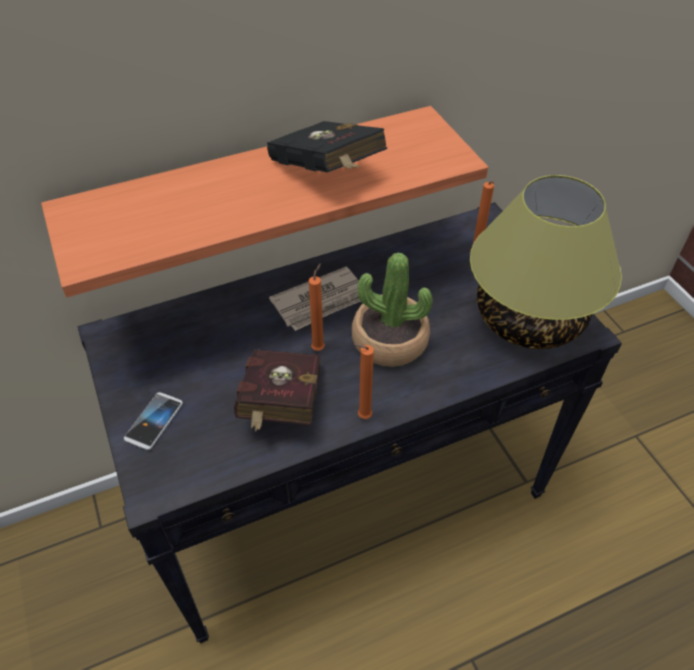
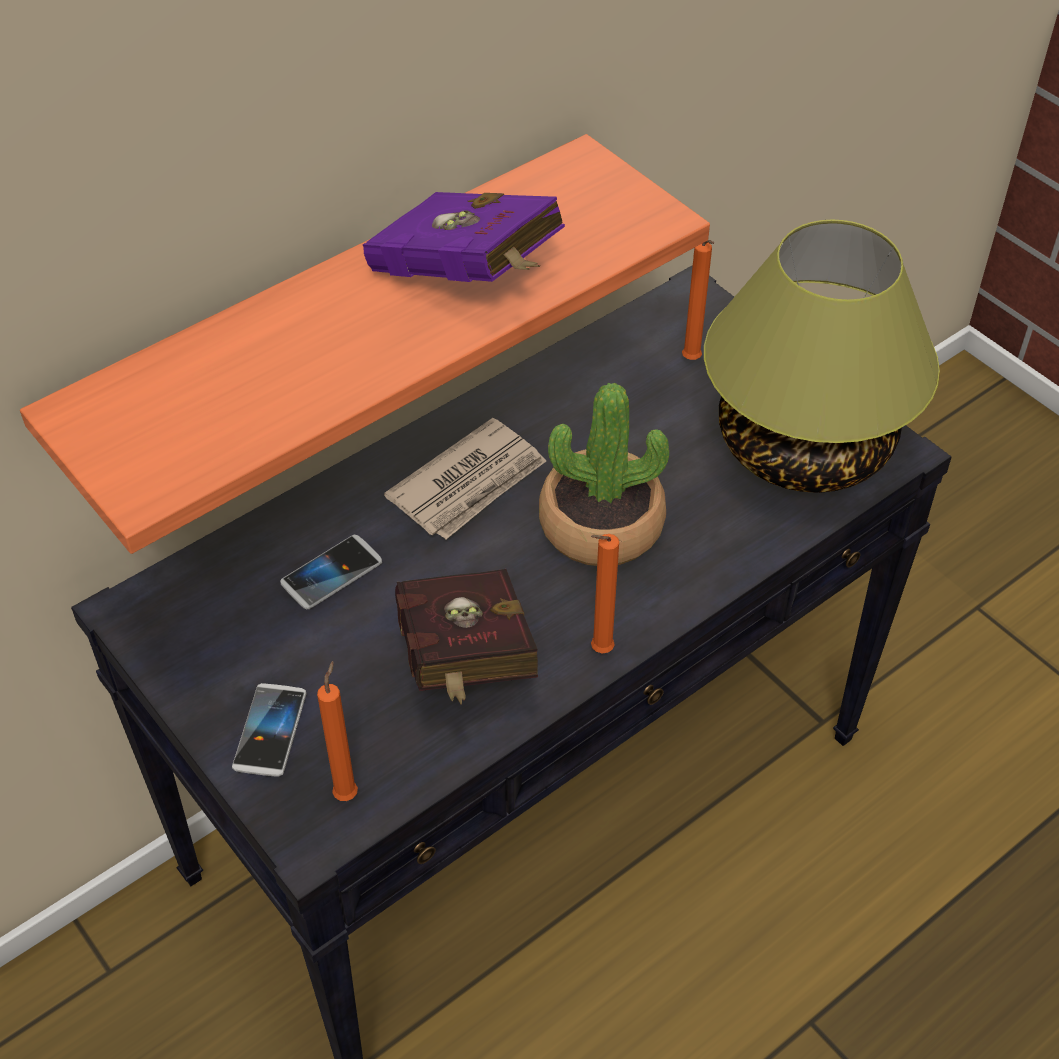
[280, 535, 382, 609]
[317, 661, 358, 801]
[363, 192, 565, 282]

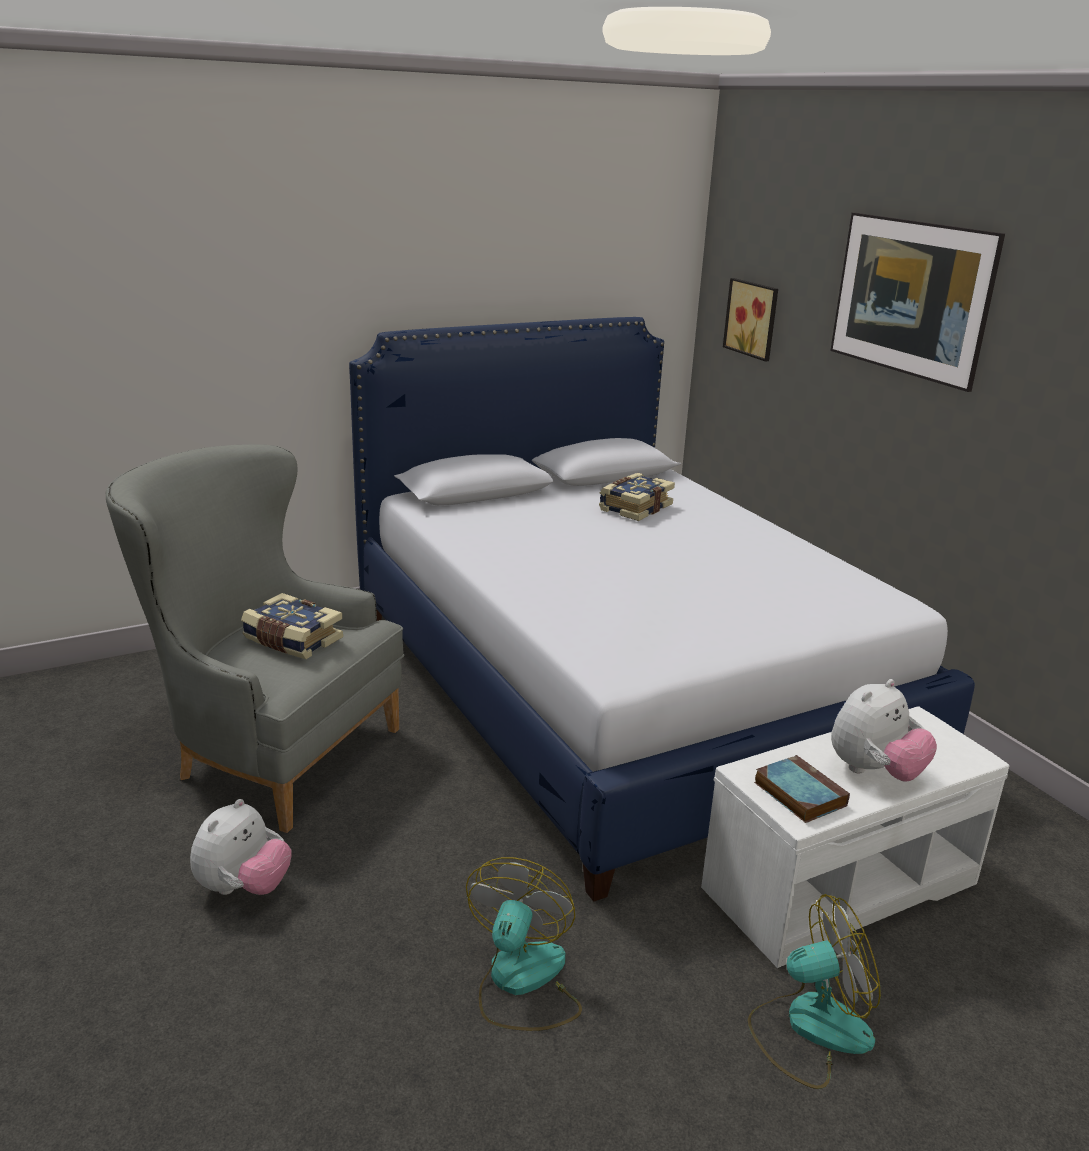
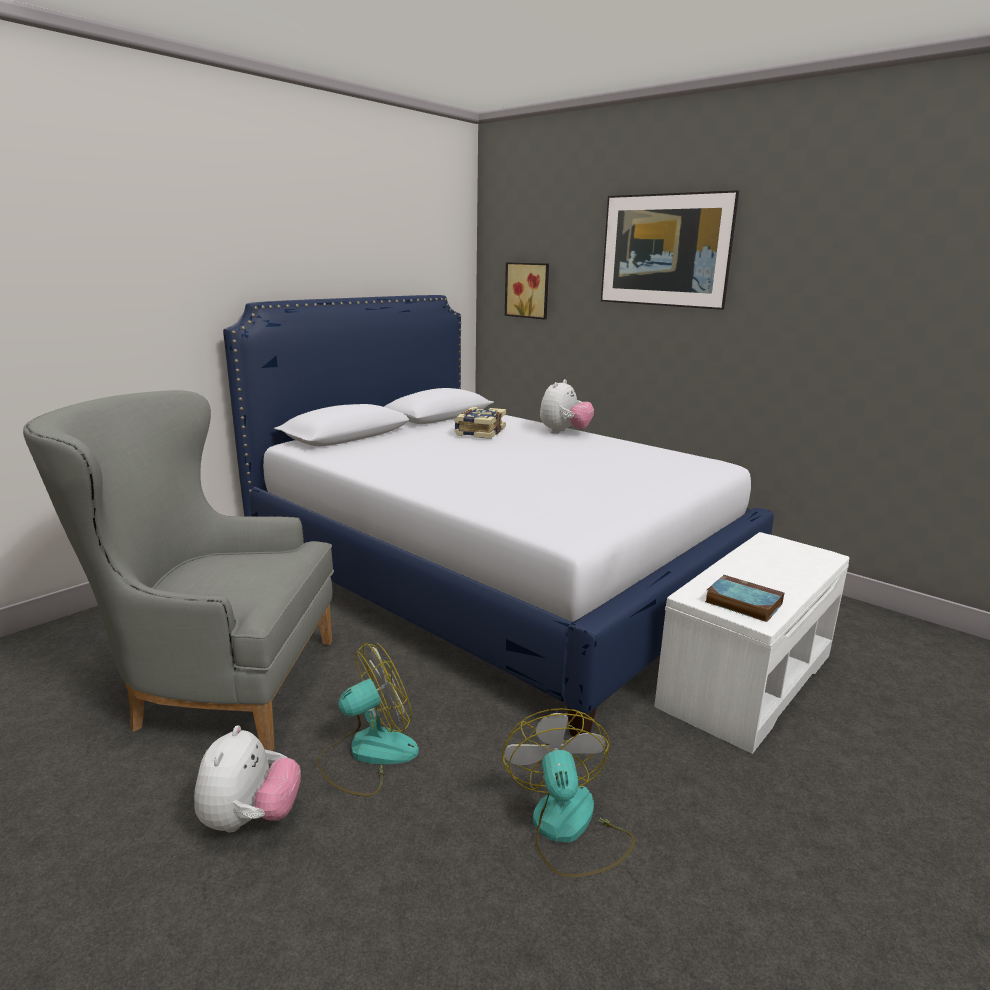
[317, 643, 419, 796]
[540, 379, 594, 434]
[241, 593, 343, 659] (first image)

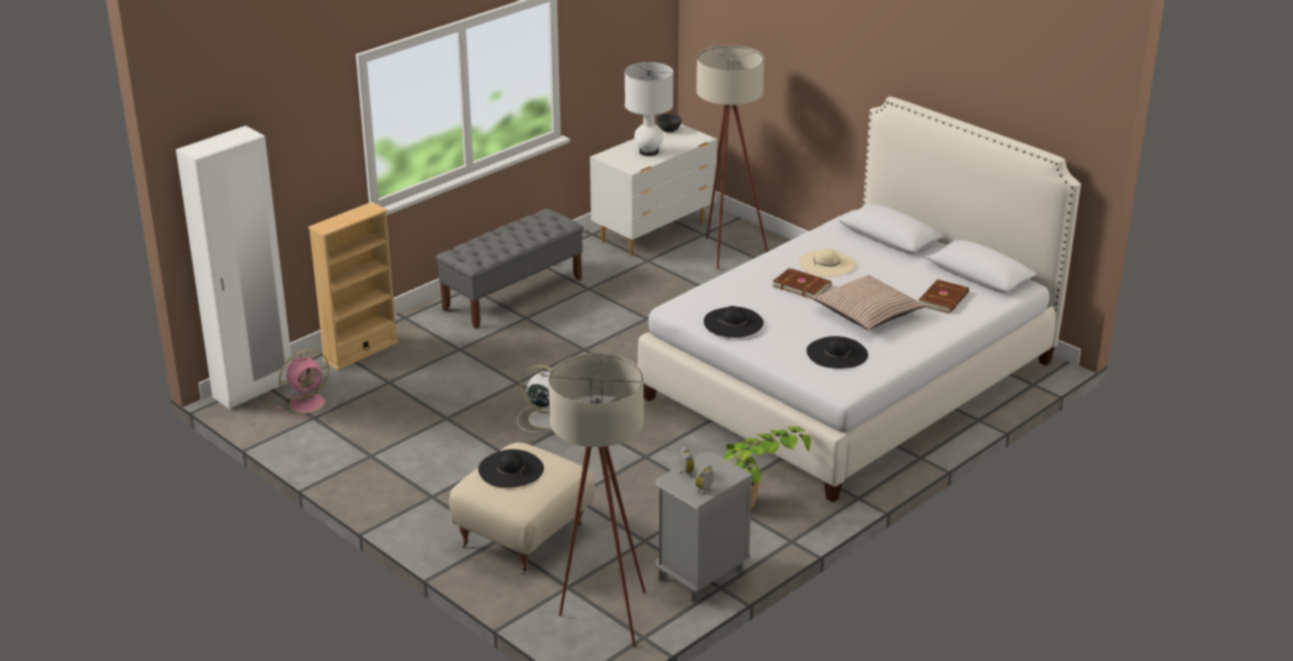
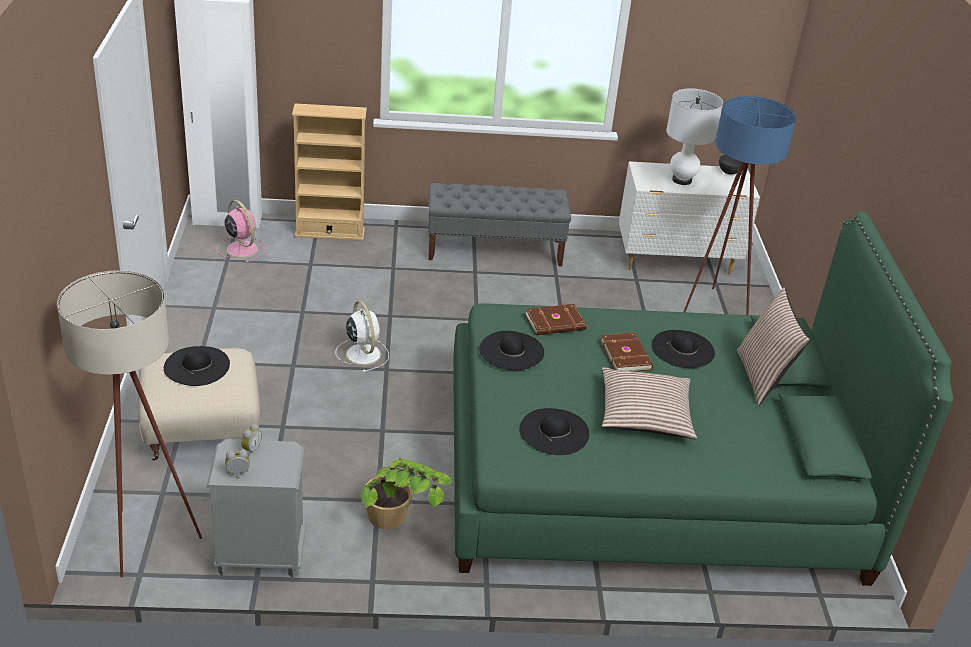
[216, 200, 266, 263]
[453, 212, 953, 586]
[525, 304, 587, 335]
[652, 330, 715, 368]
[684, 96, 797, 315]
[737, 287, 810, 406]

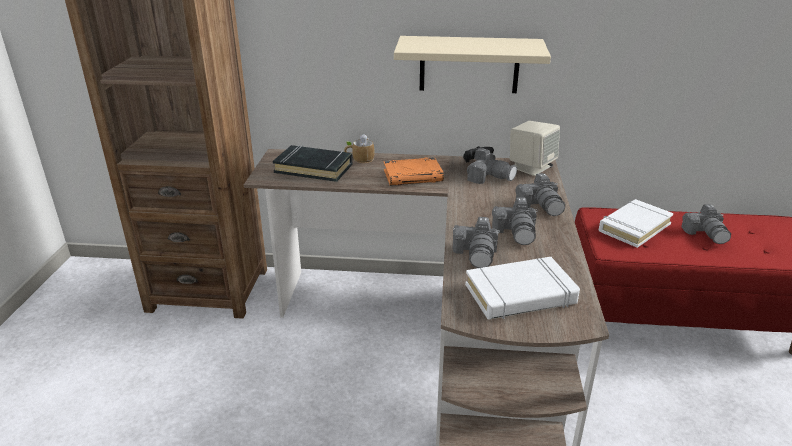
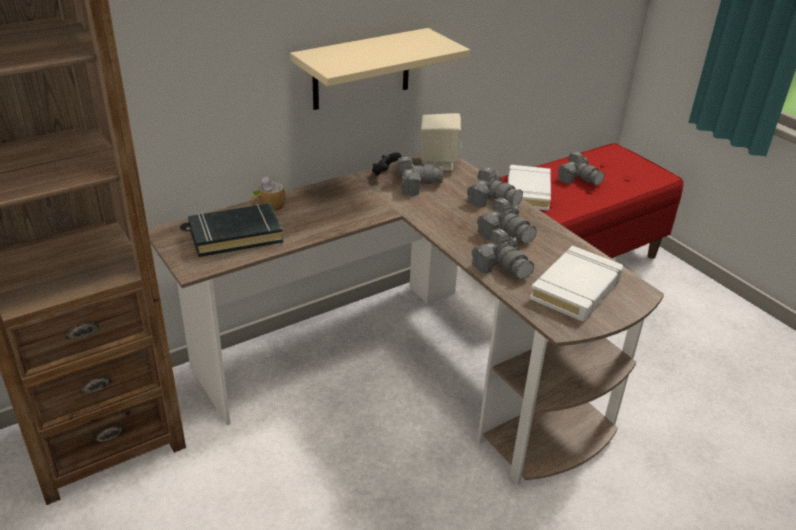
[384, 157, 444, 186] (first image)

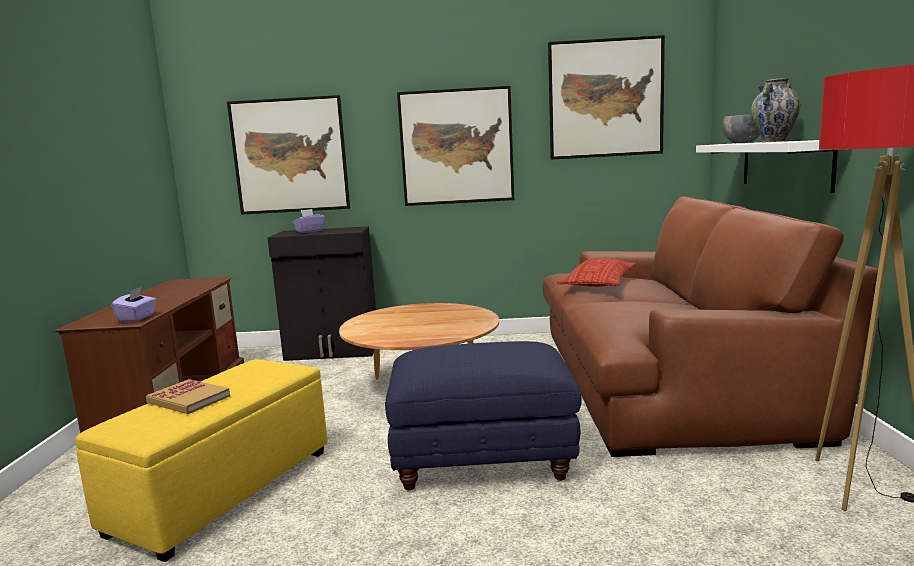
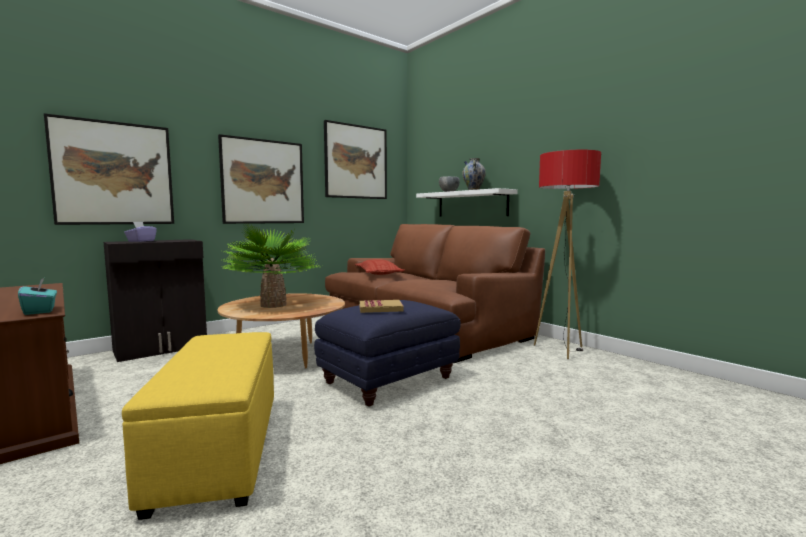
[18, 277, 57, 315]
[222, 223, 320, 308]
[359, 300, 403, 313]

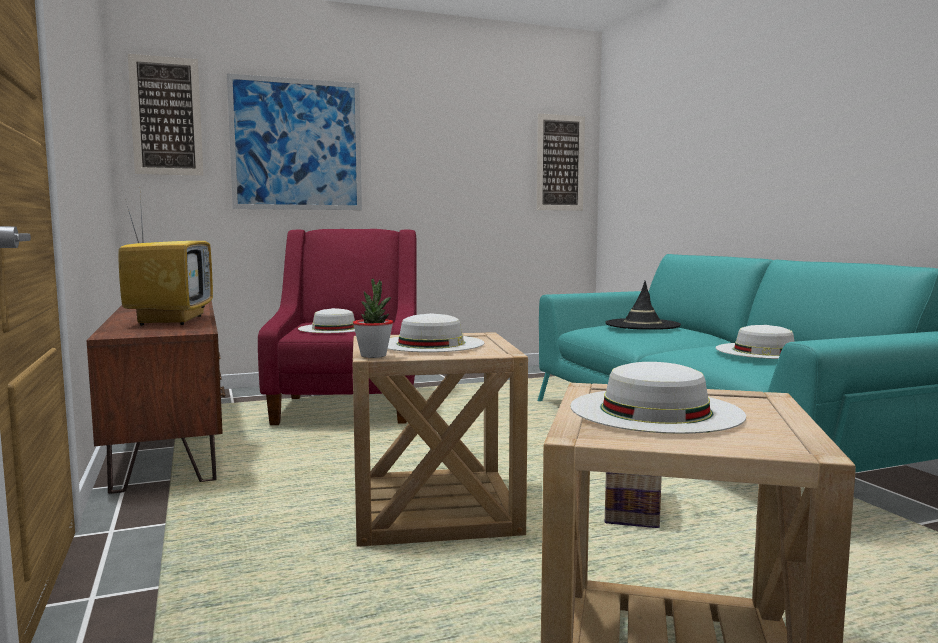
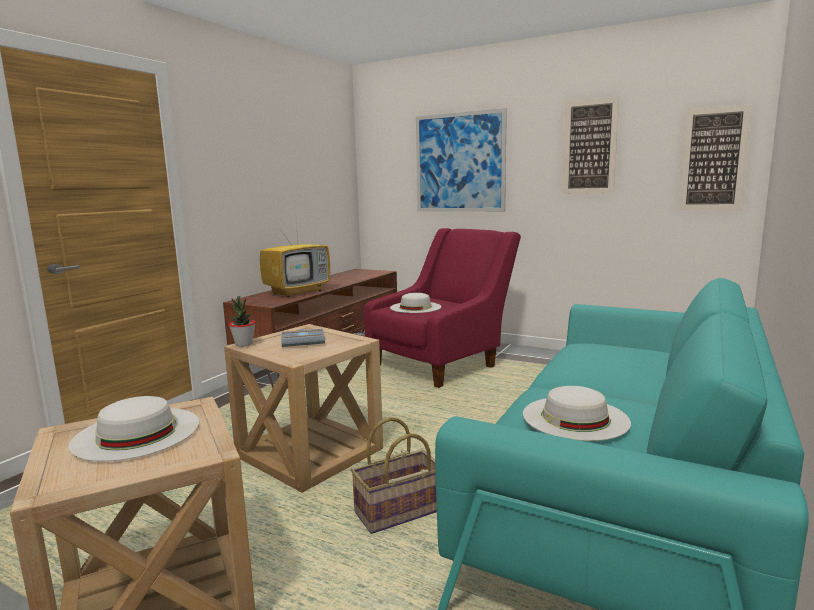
[281, 329, 325, 347]
[562, 97, 619, 194]
[605, 281, 681, 330] (first image)

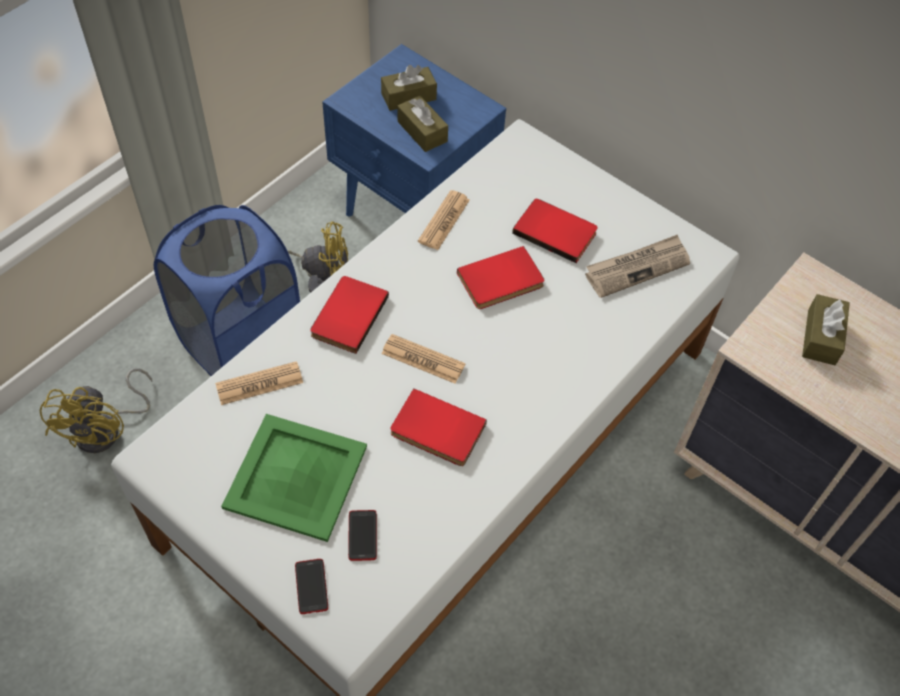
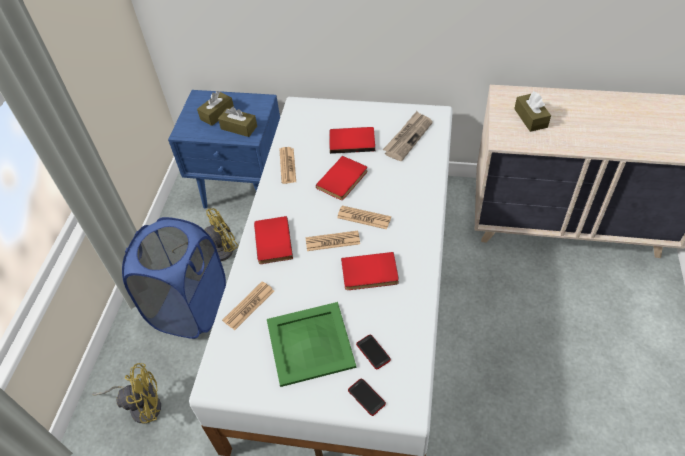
[92, 363, 161, 424]
[337, 206, 391, 229]

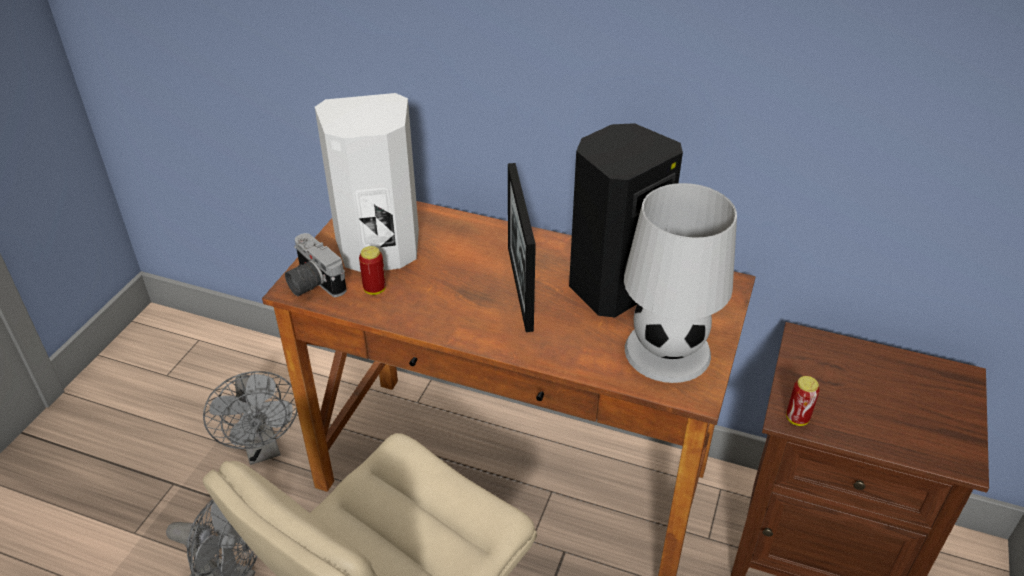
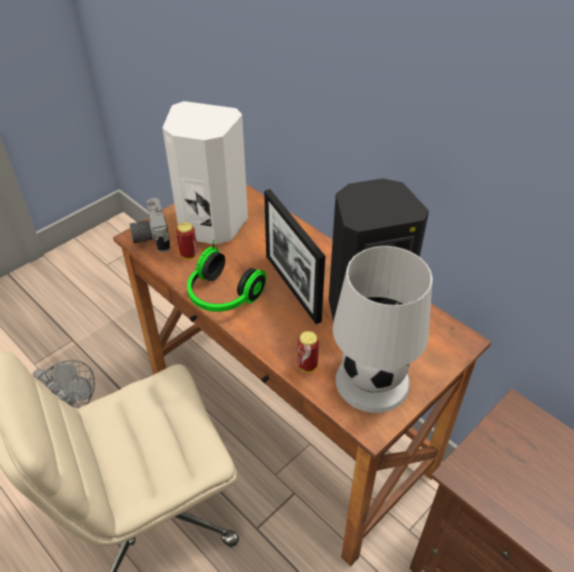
[187, 240, 266, 312]
[264, 189, 325, 324]
[297, 331, 319, 372]
[203, 371, 297, 465] (first image)

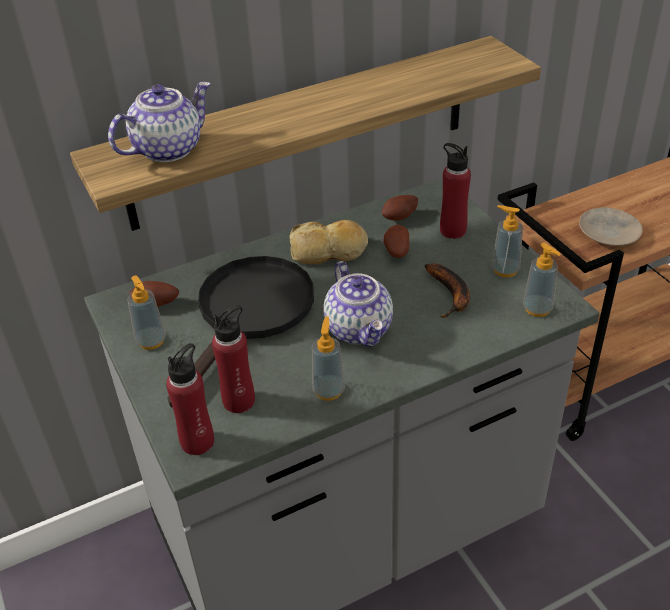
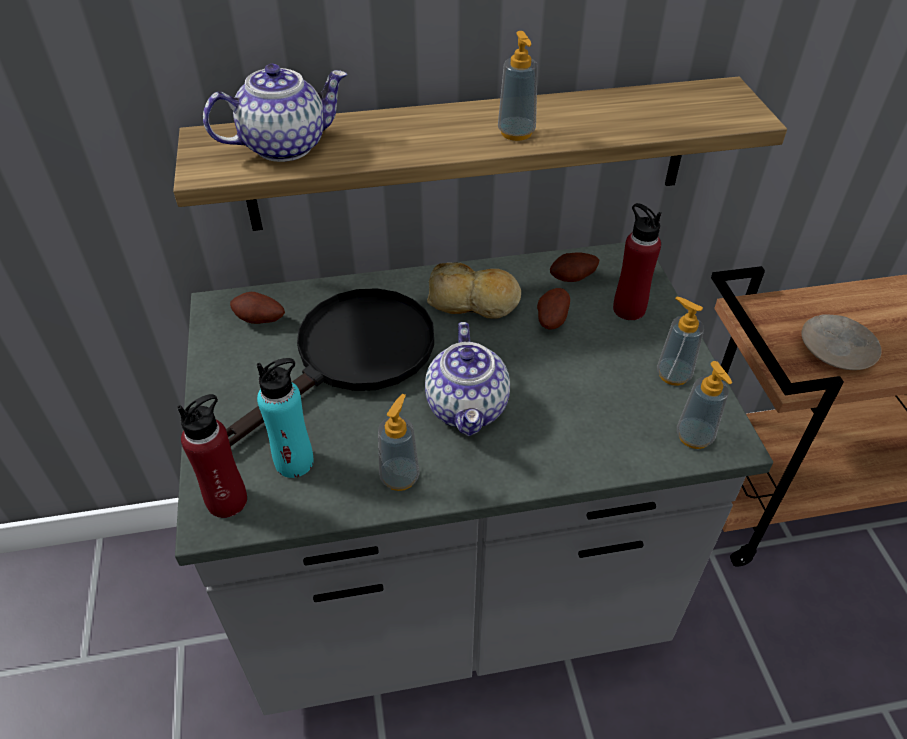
[257, 358, 314, 478]
[498, 31, 538, 141]
[424, 263, 470, 318] (first image)

